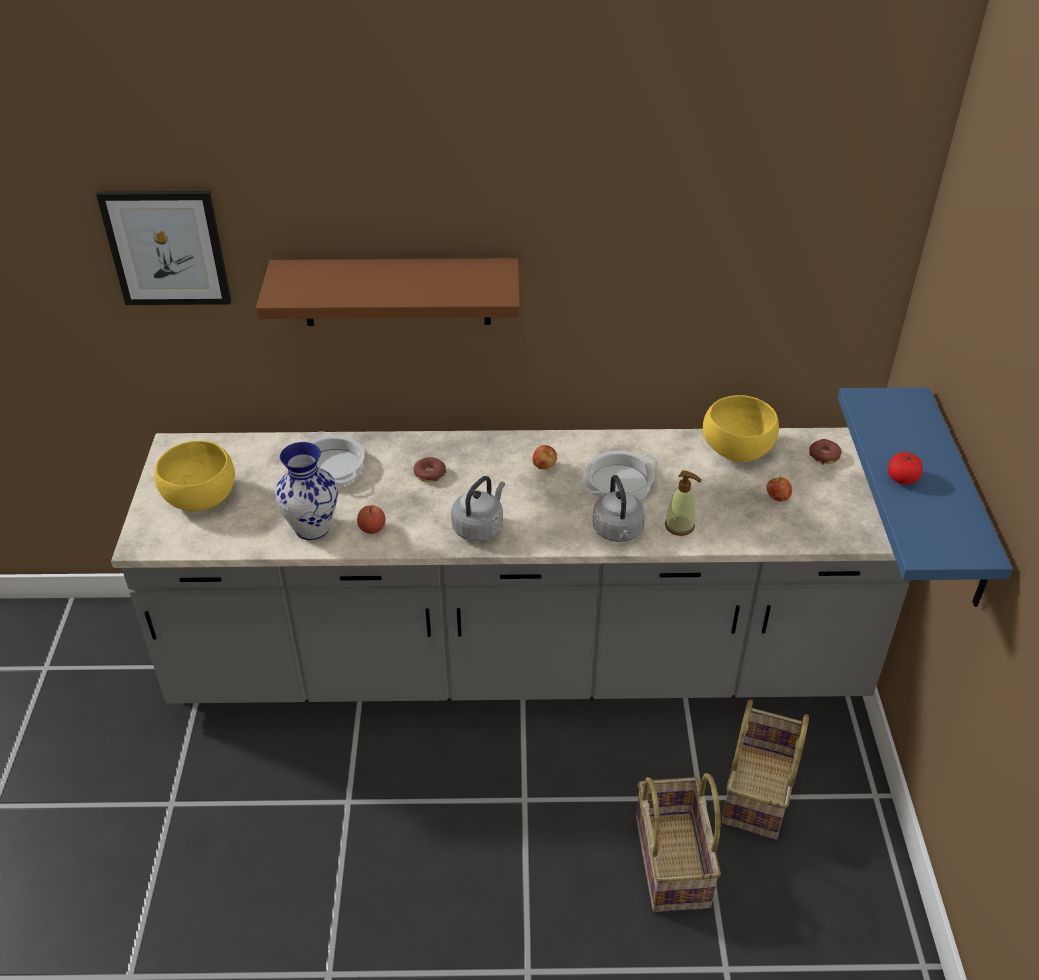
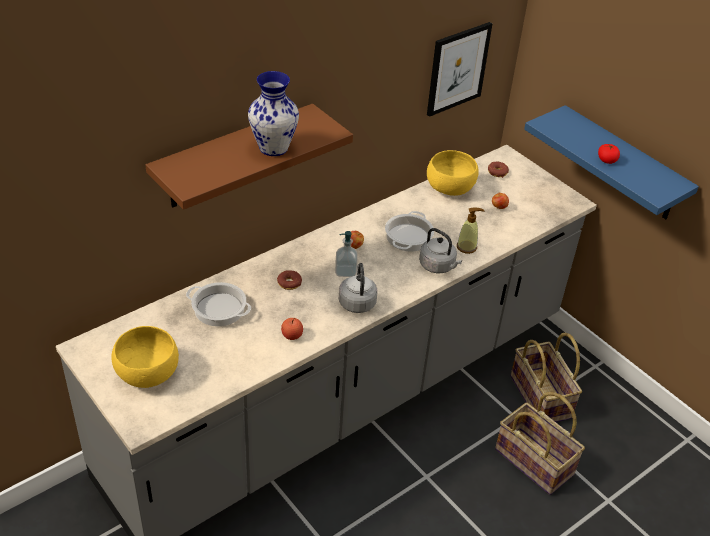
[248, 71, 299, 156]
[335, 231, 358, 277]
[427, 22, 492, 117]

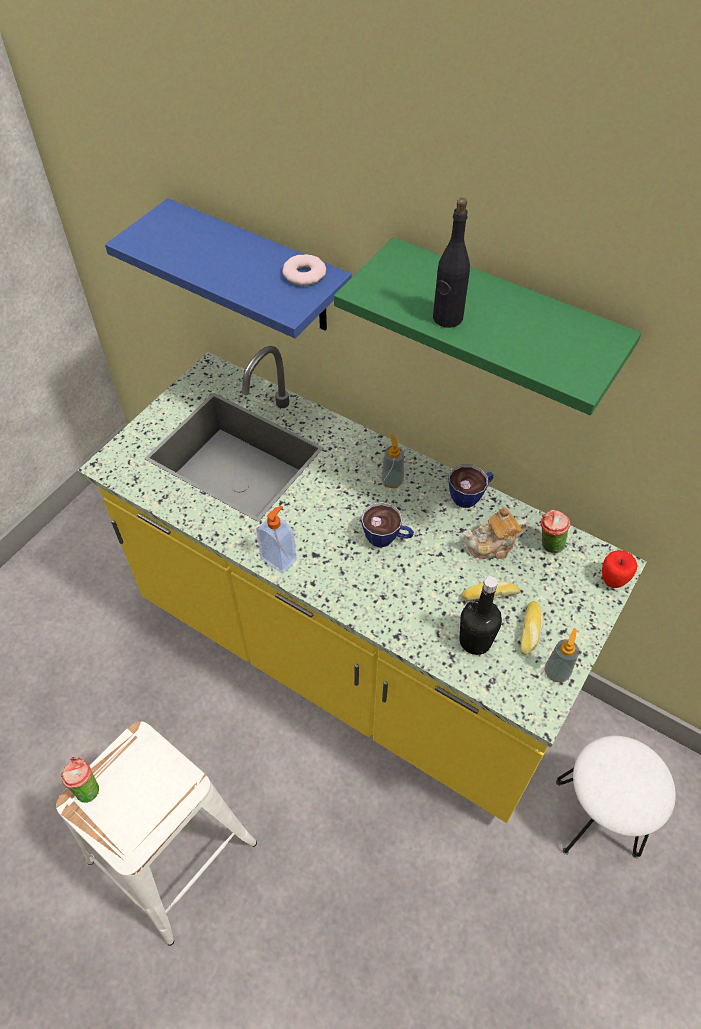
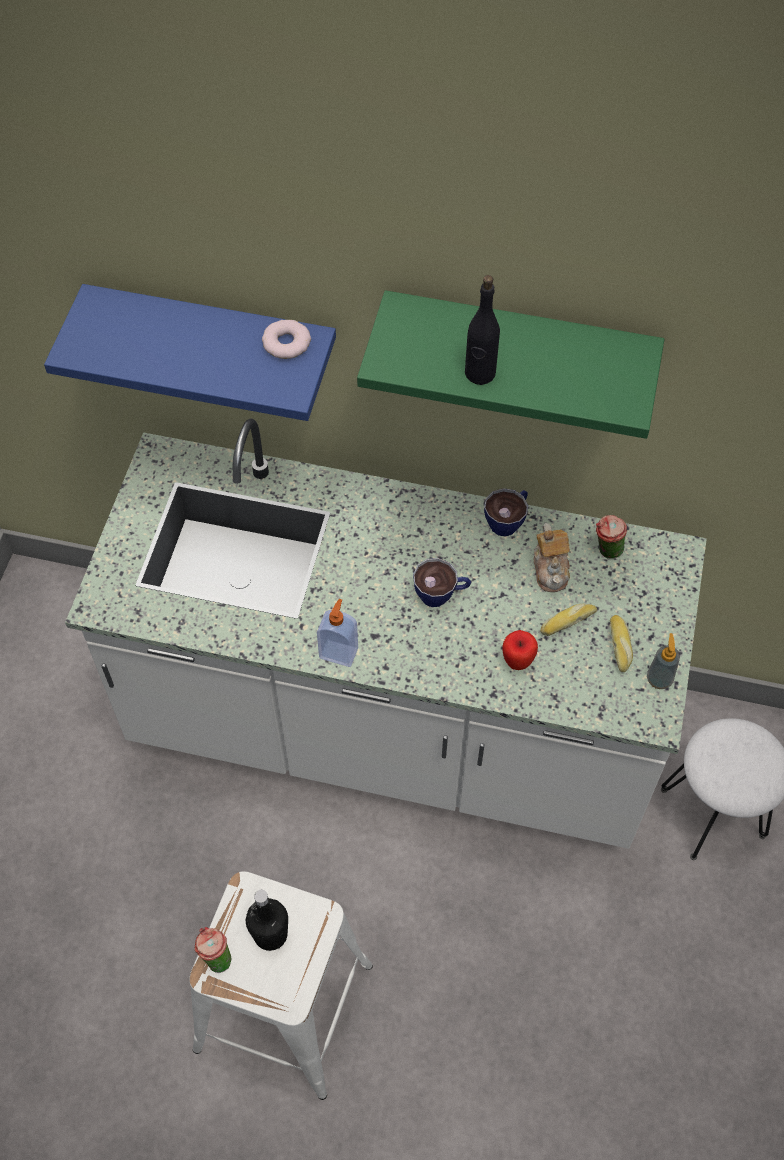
[65, 418, 707, 849]
[246, 890, 288, 951]
[502, 630, 538, 670]
[534, 523, 570, 592]
[381, 434, 404, 488] (first image)

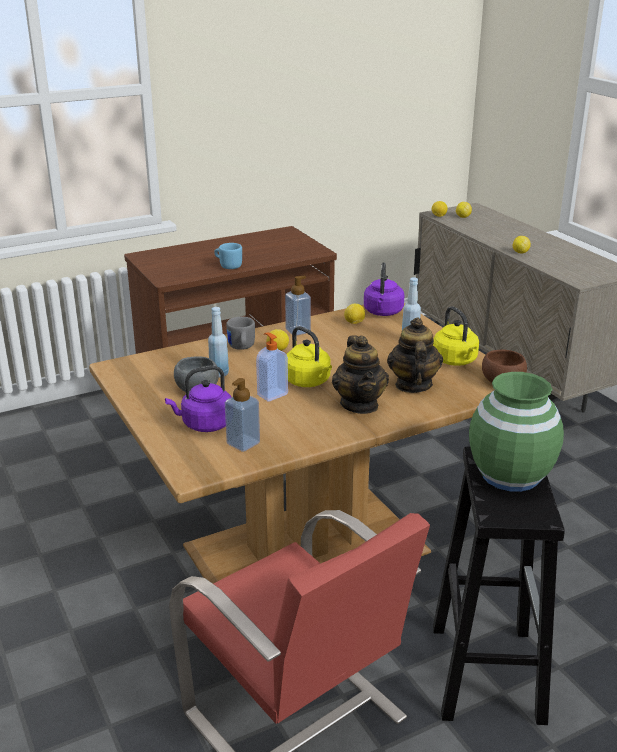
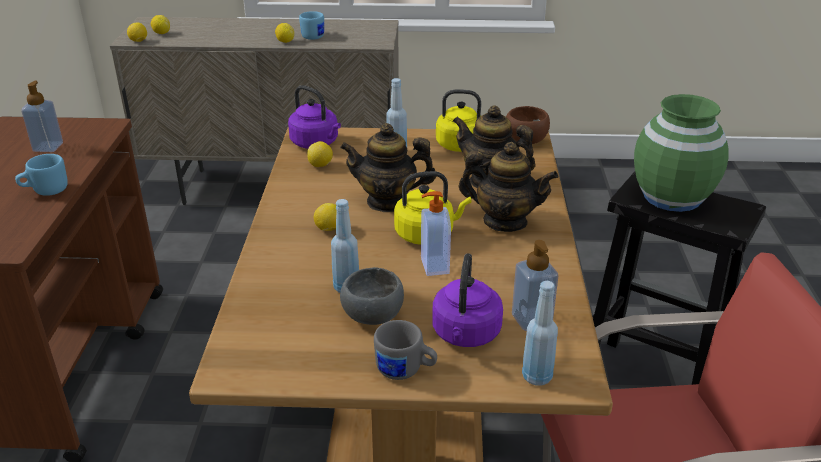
[21, 81, 63, 152]
[299, 11, 324, 40]
[340, 123, 436, 212]
[374, 320, 437, 380]
[522, 281, 558, 386]

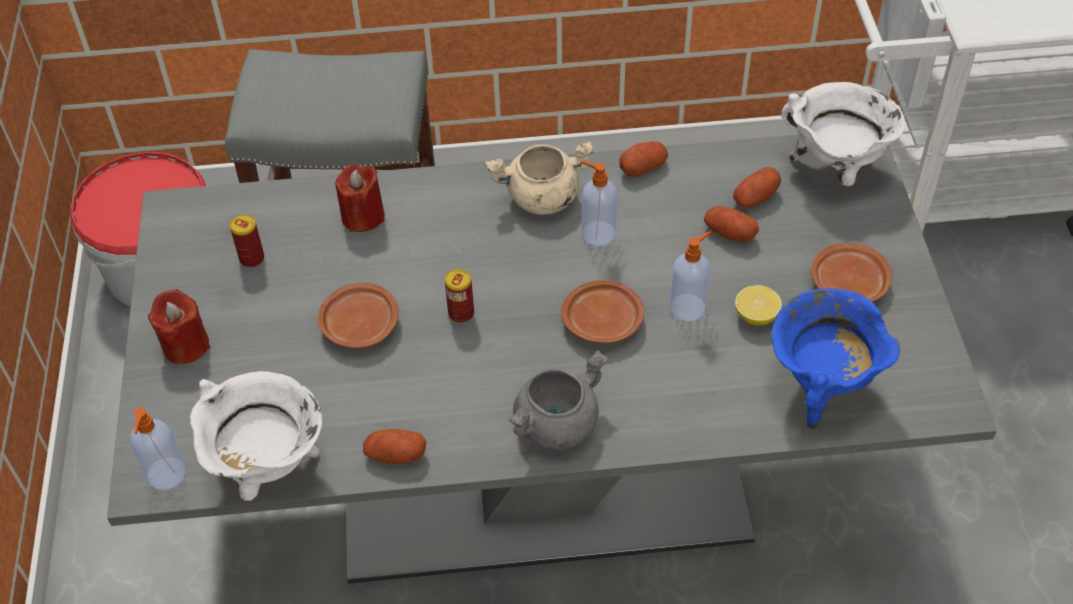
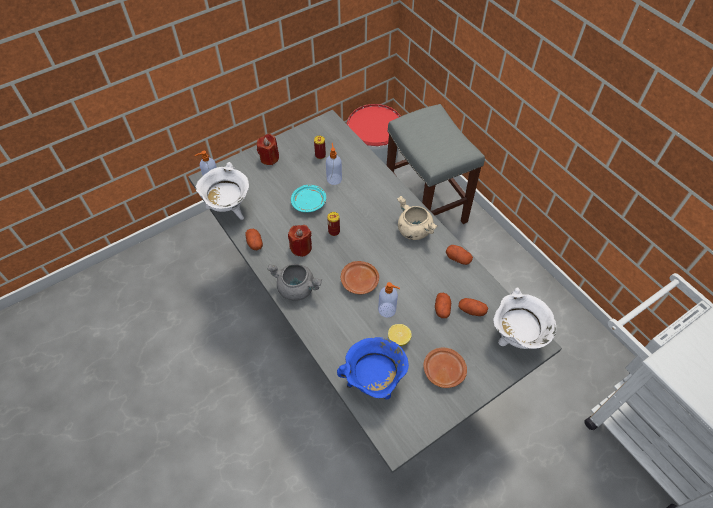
[288, 225, 312, 257]
[291, 185, 326, 212]
[326, 143, 342, 185]

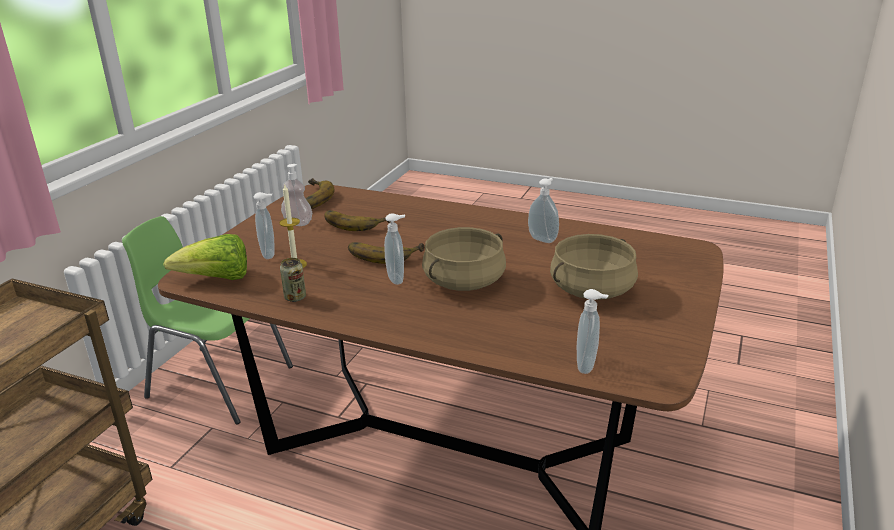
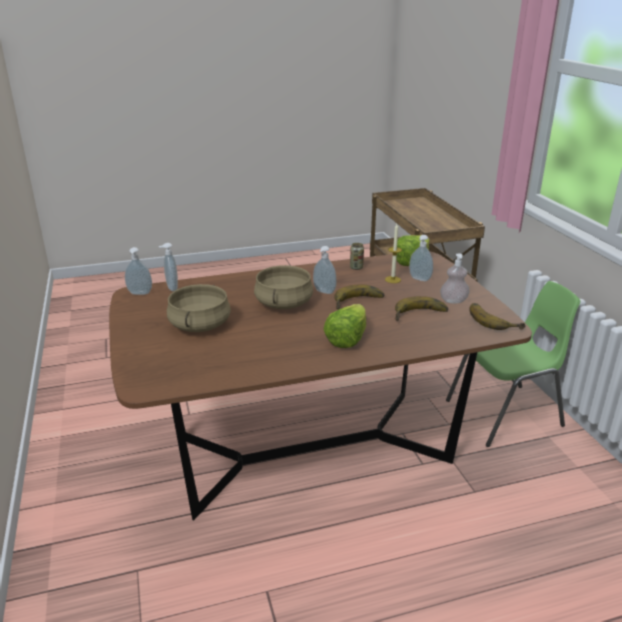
[125, 247, 152, 295]
[323, 304, 366, 348]

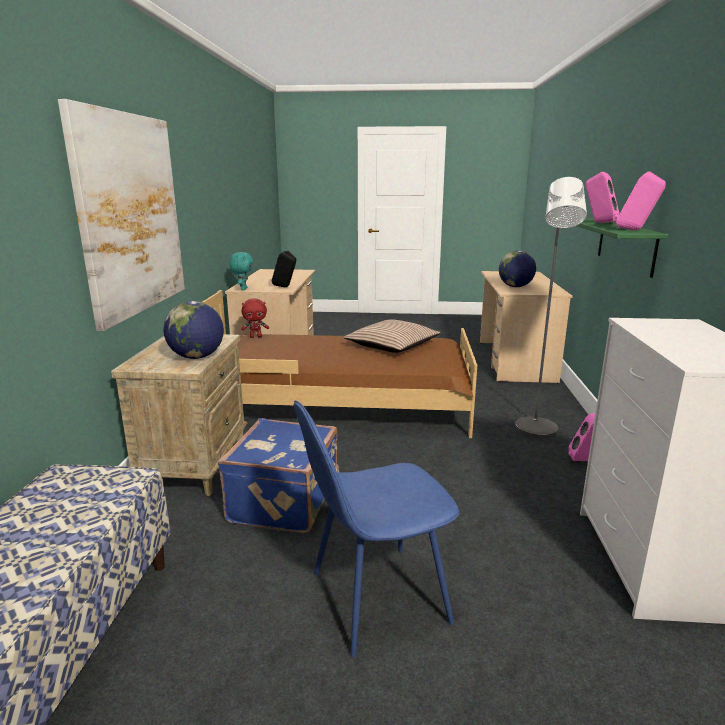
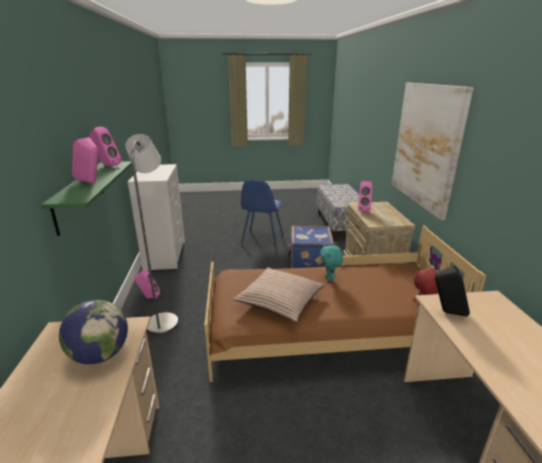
[241, 180, 283, 248]
[320, 245, 343, 281]
[358, 181, 372, 212]

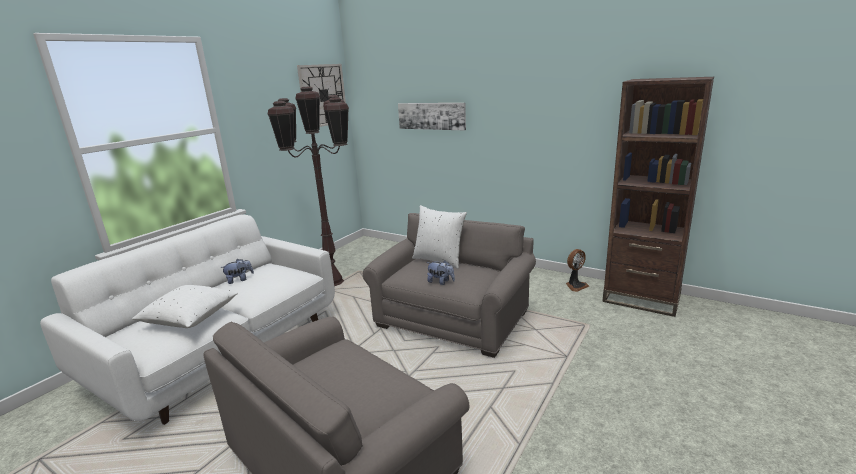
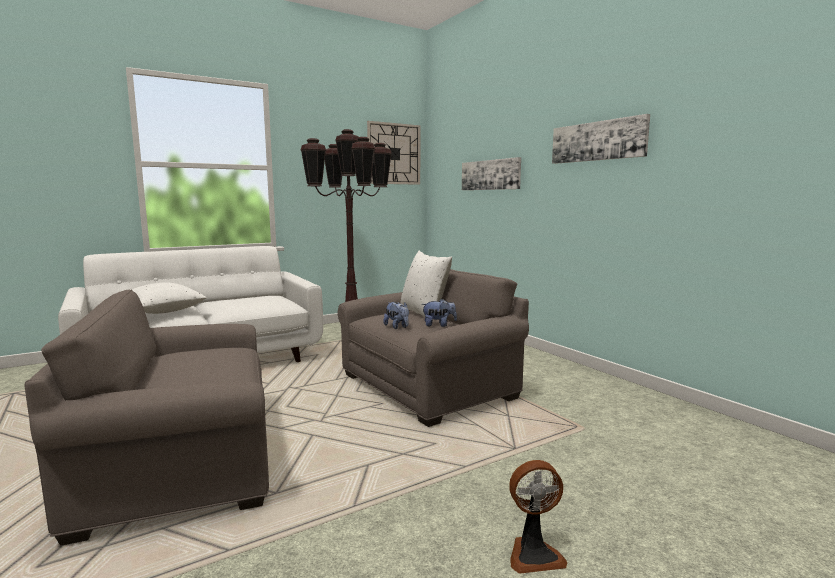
[421, 299, 457, 327]
[509, 460, 567, 574]
[552, 114, 650, 164]
[602, 77, 714, 317] (first image)

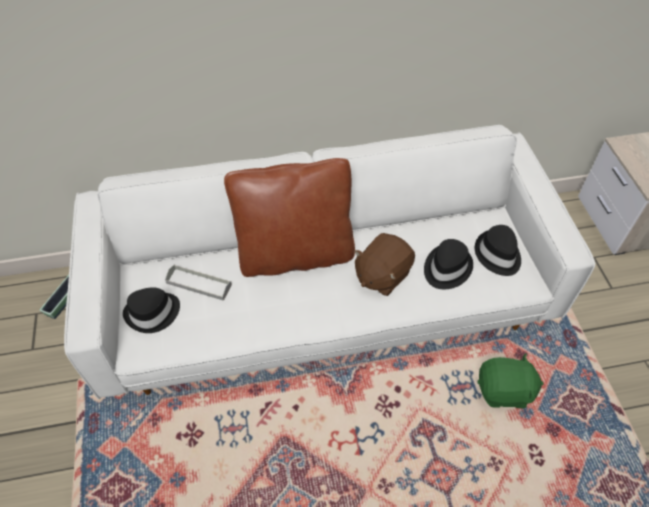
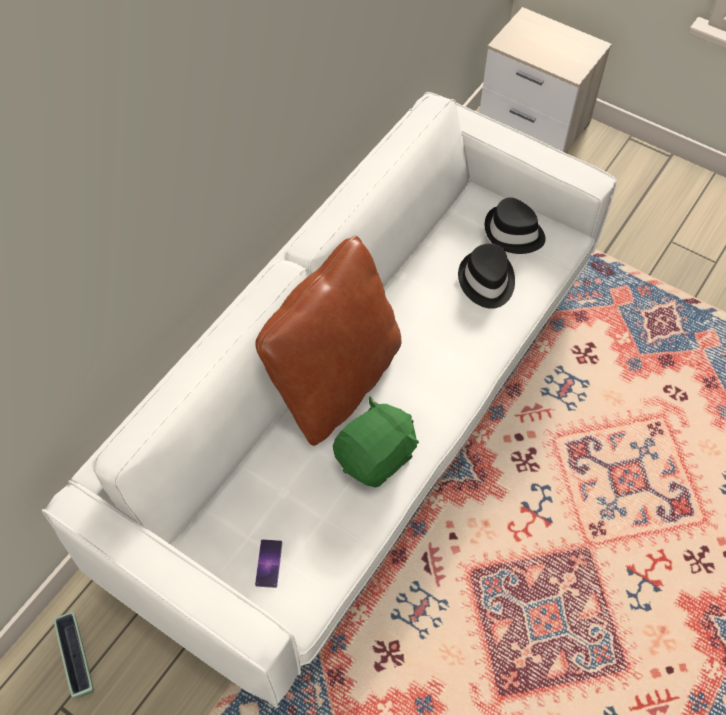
[255, 539, 282, 588]
[333, 397, 419, 488]
[165, 265, 232, 301] (first image)
[354, 233, 415, 296] (first image)

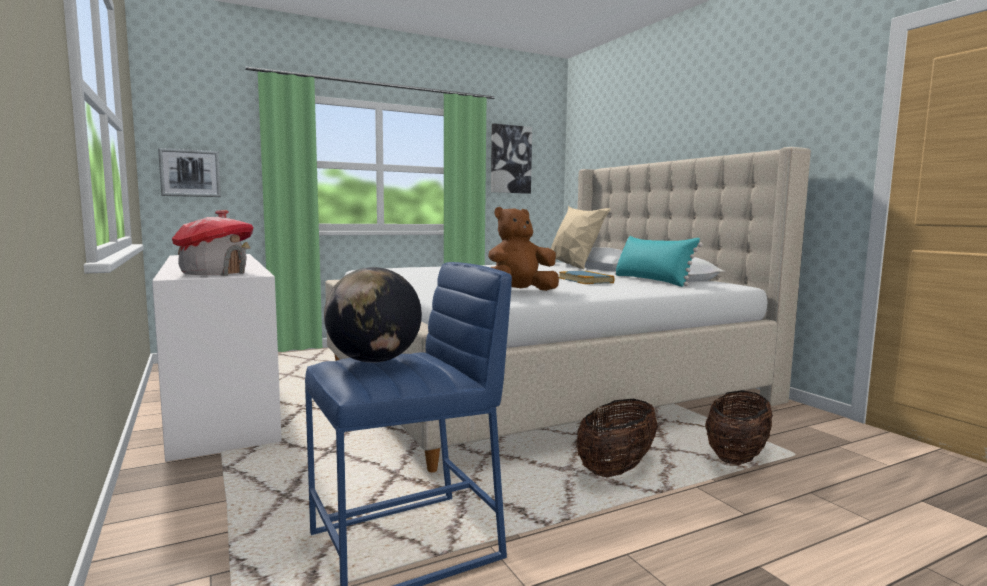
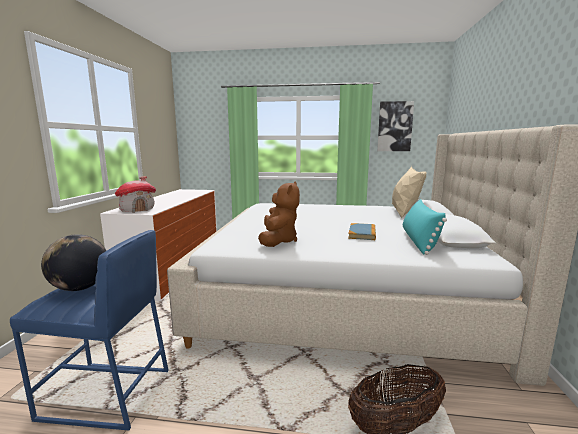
[258, 181, 300, 247]
[158, 148, 221, 197] (first image)
[577, 399, 658, 477] (first image)

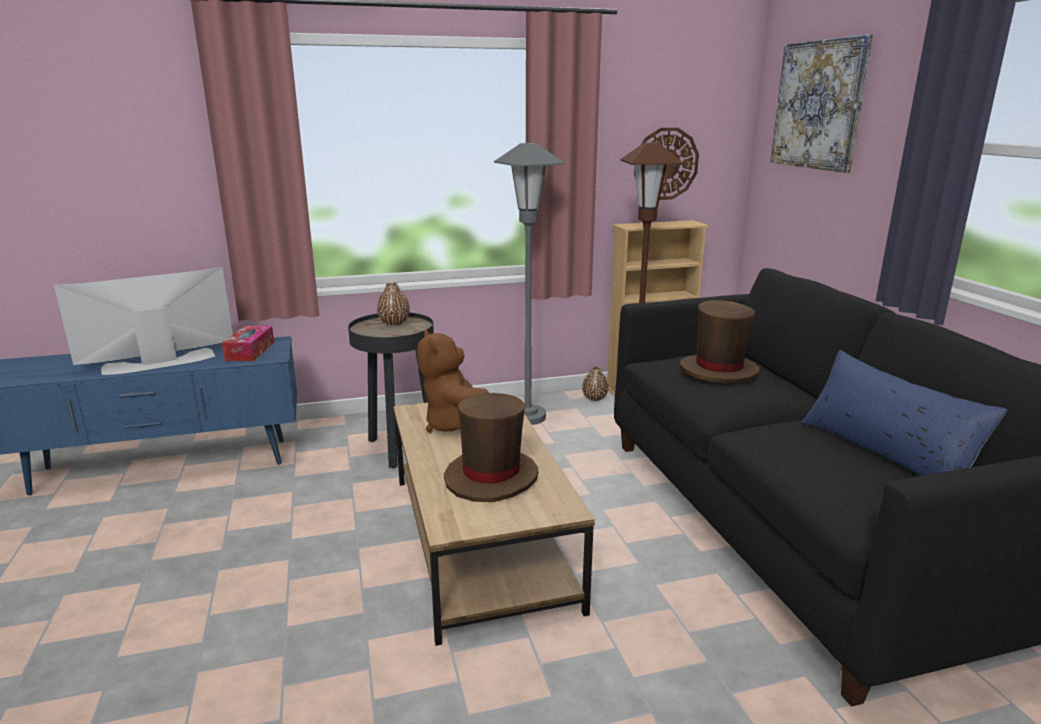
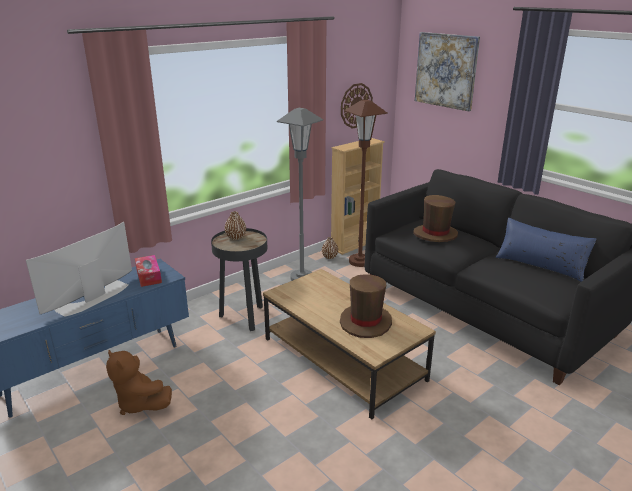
[106, 350, 172, 415]

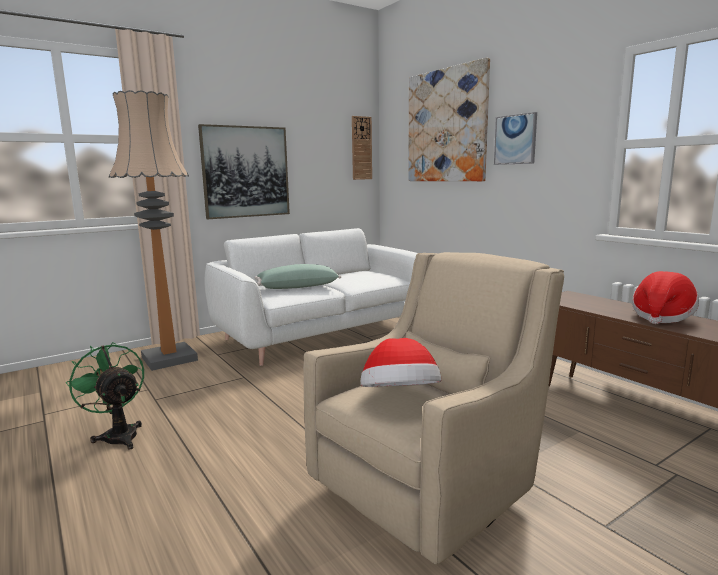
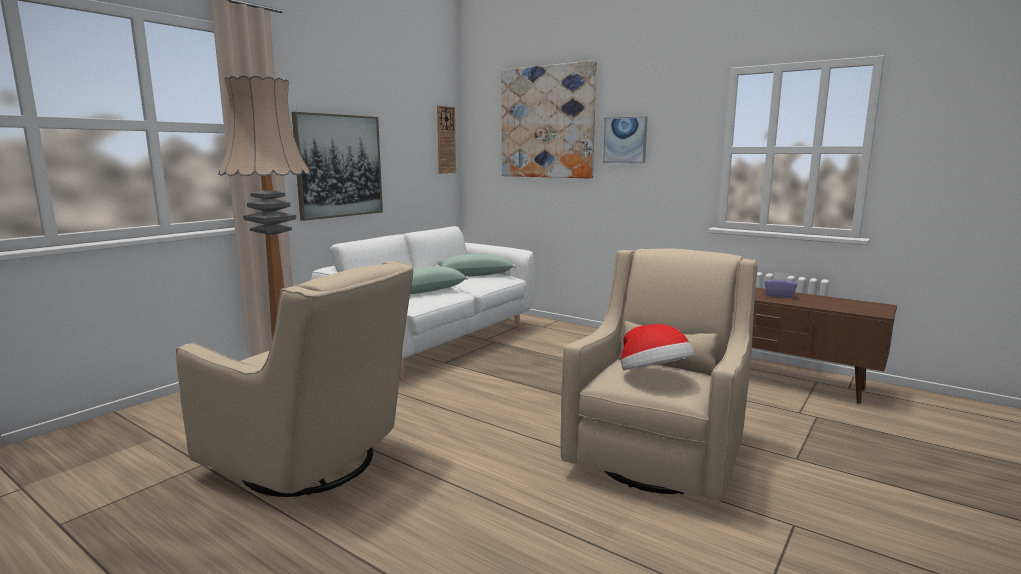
[176, 260, 414, 497]
[436, 254, 516, 276]
[764, 272, 797, 298]

